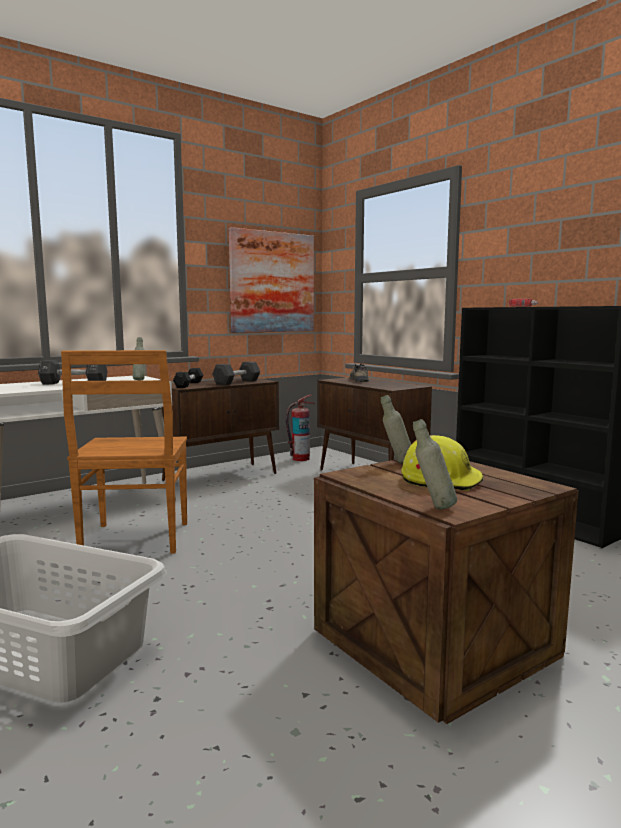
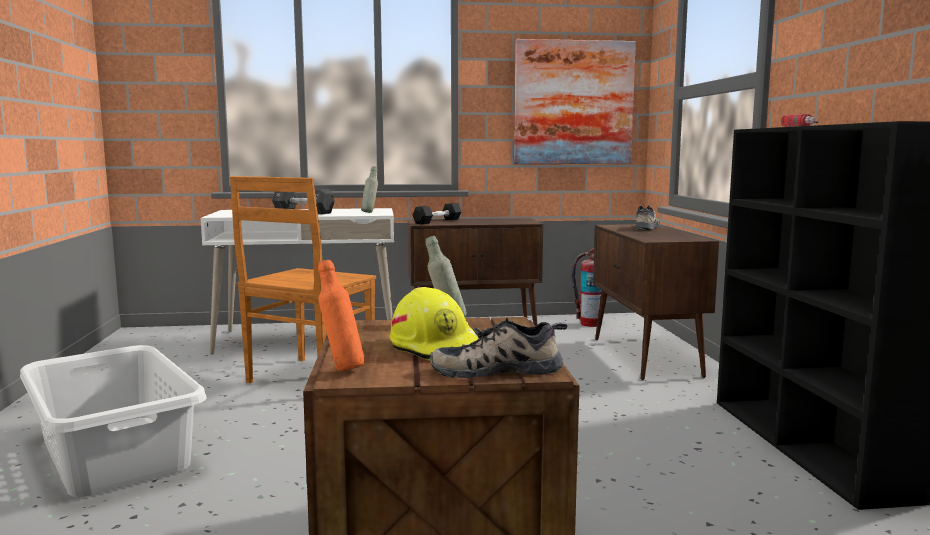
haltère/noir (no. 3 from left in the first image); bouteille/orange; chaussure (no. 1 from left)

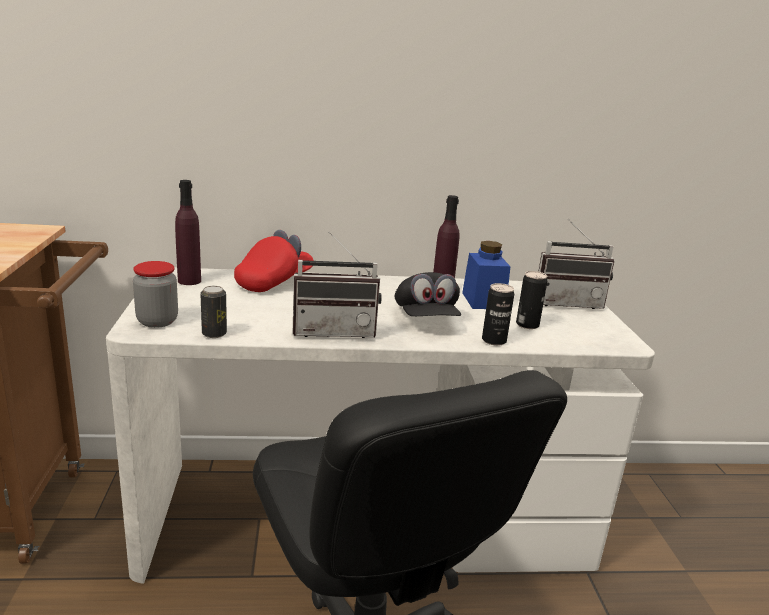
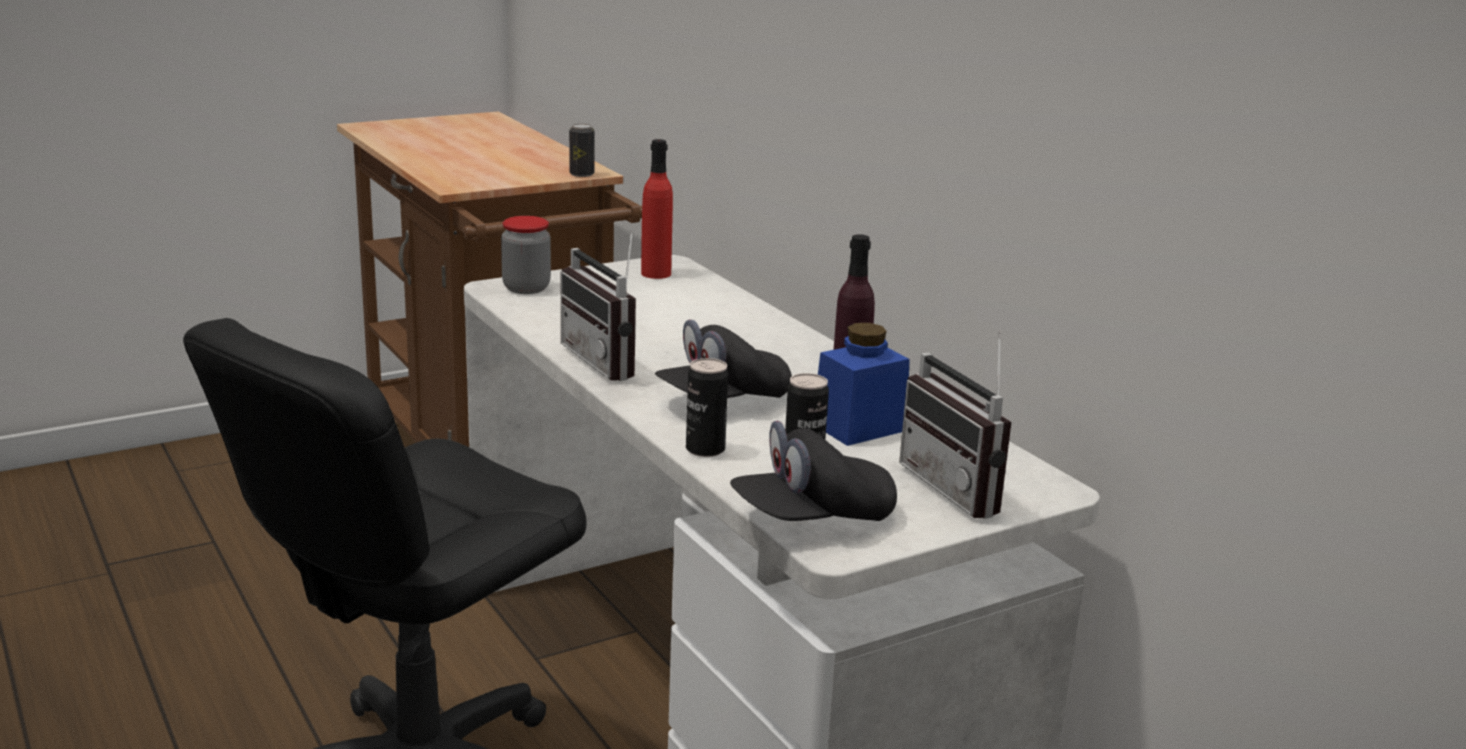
bouteille/rouge; boîte métallique (no. 1 from left); casquette/rouge; casquette/noir (no. 2 from left)

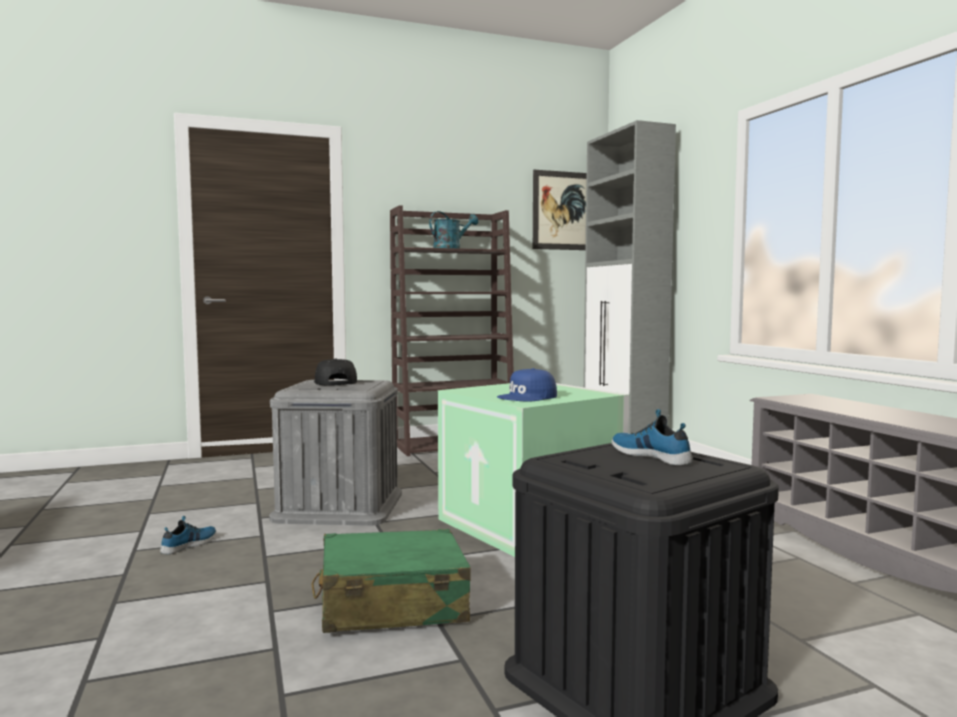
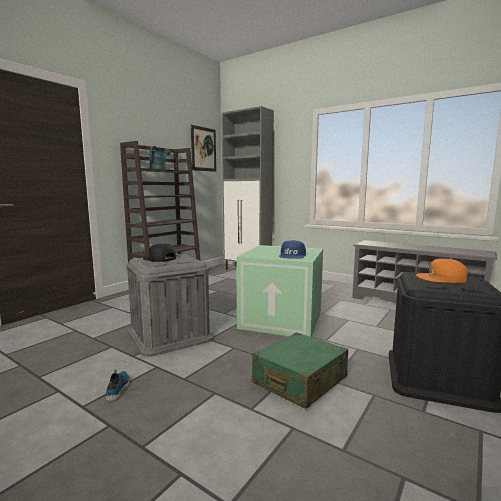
casquette/orange

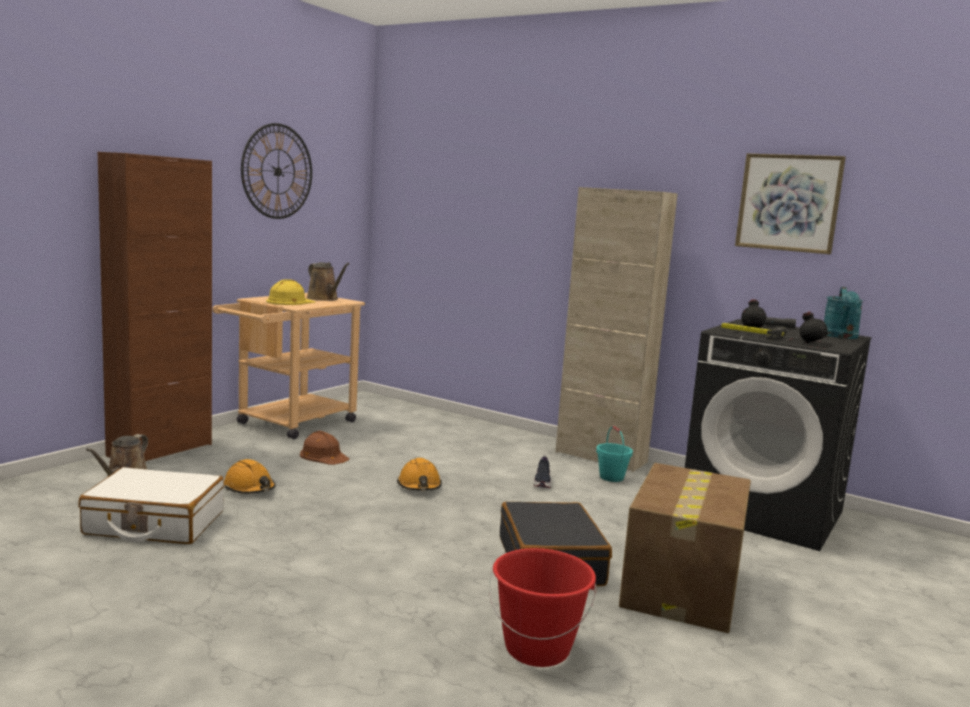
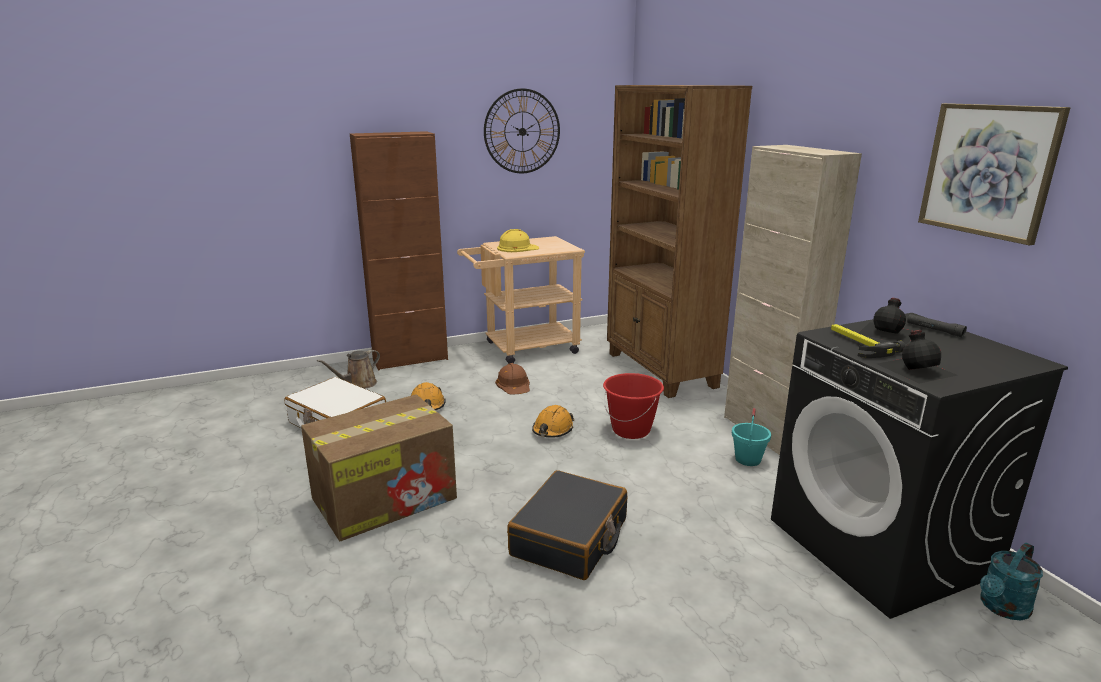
arrosoir/marron (no. 2 from left in the first image); seau/rouge; chaussure; carton; arrosoir/turquoise; bibliothèque/marron

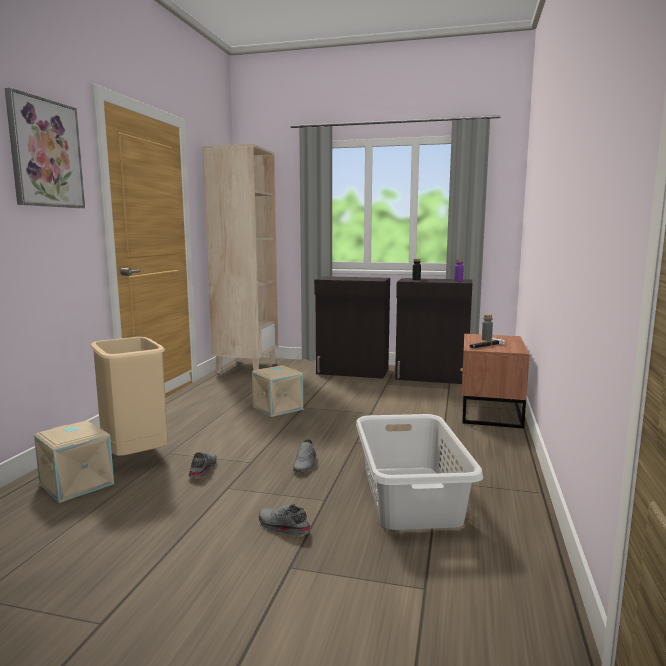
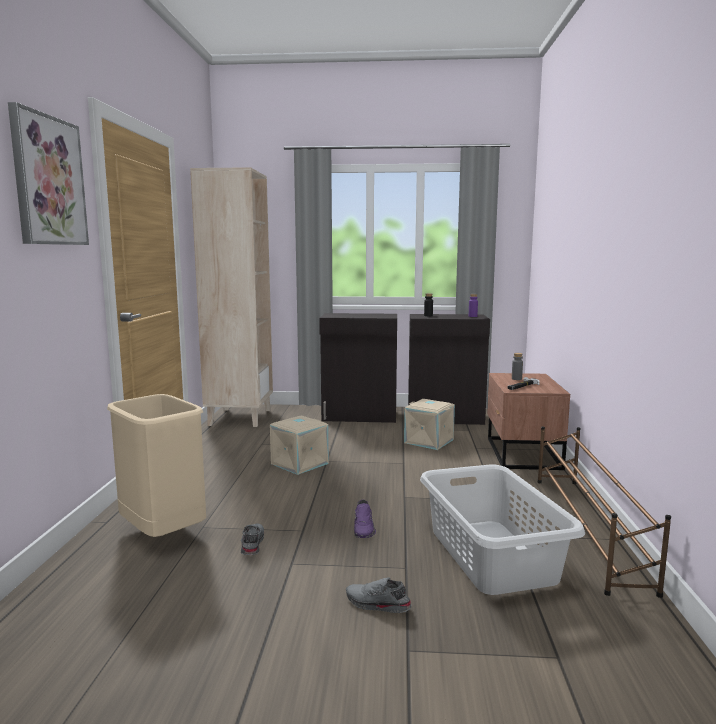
boîte de rangement/beige (no. 2 from left); chaussure/violet; étagère à chaussures/marron

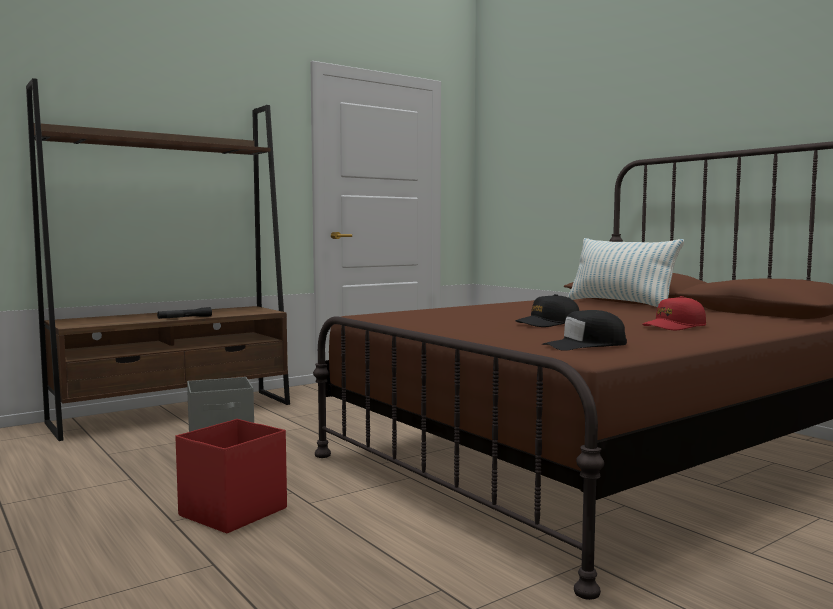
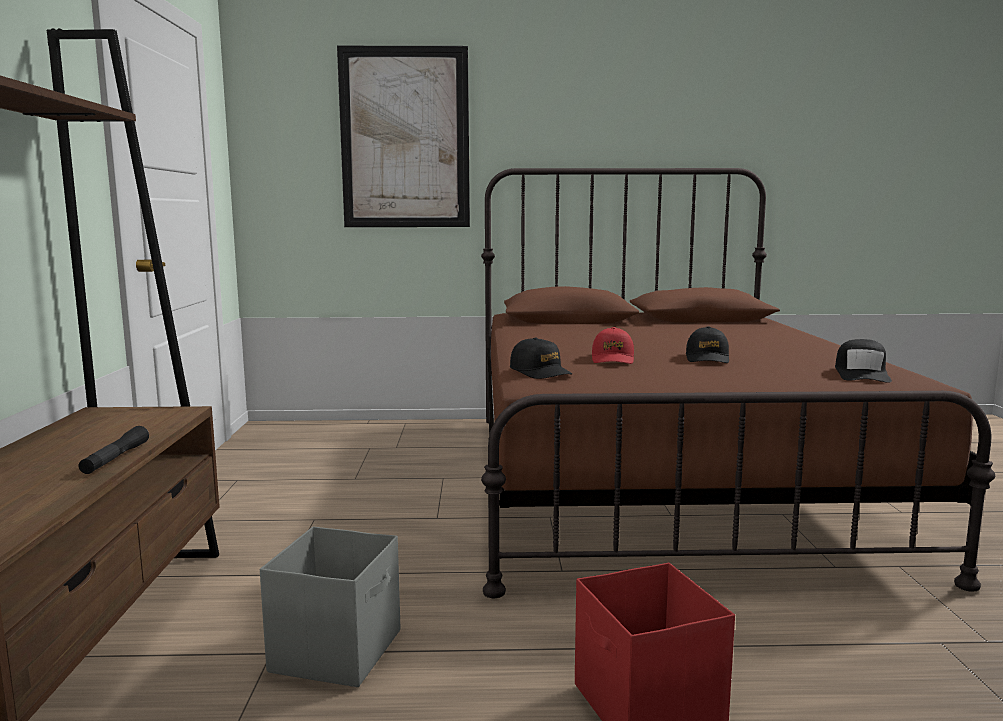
coussin; casquette/rouge; tableau; casquette/noir (no. 1 from left)

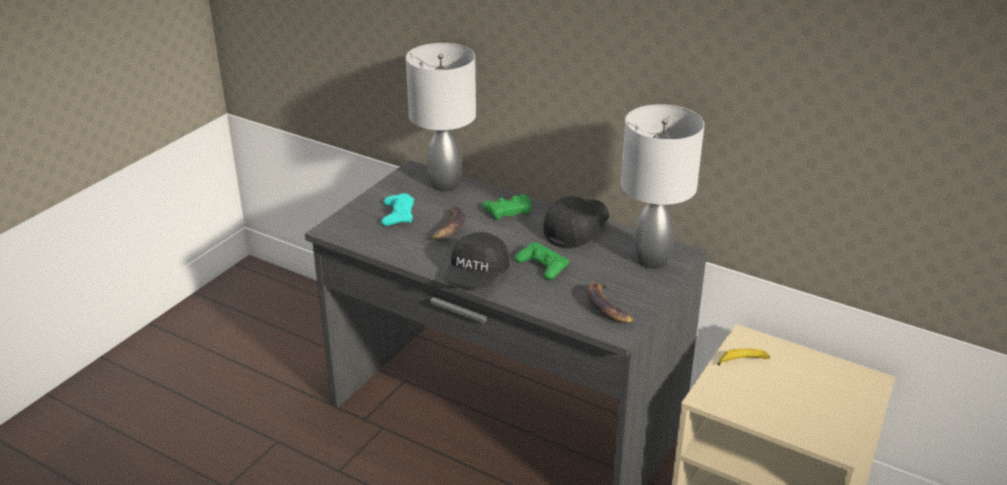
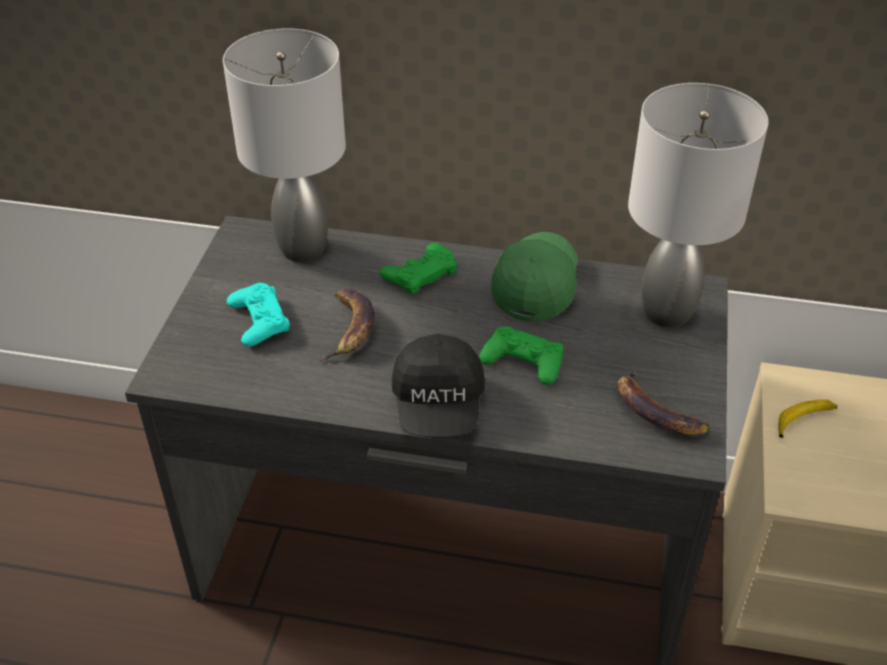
casquette/vert

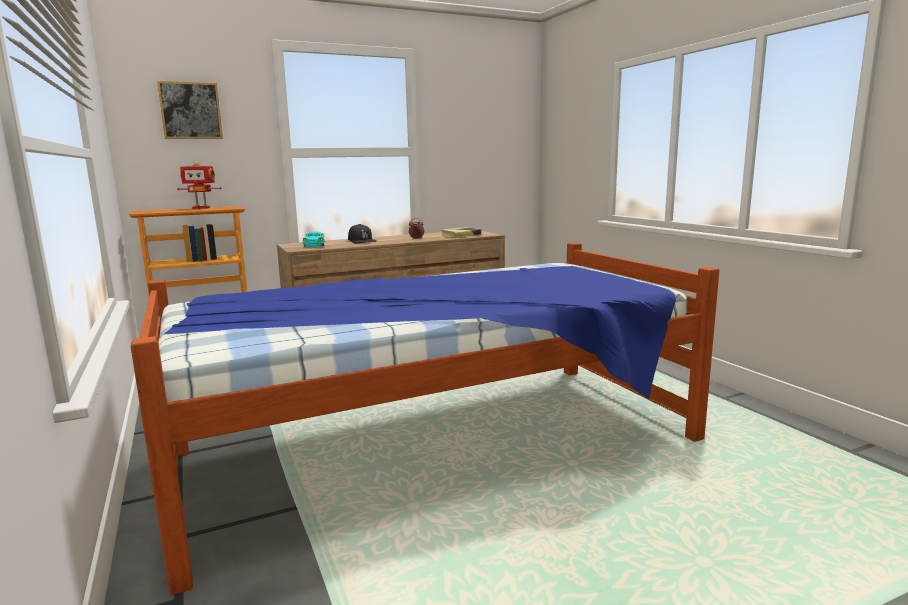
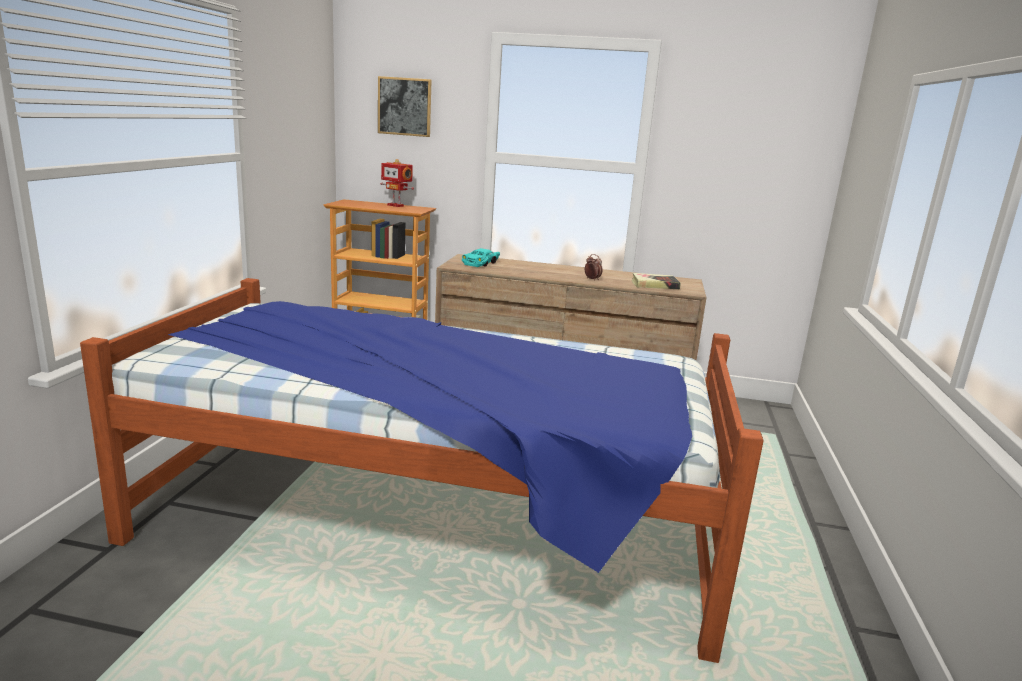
casquette/noir

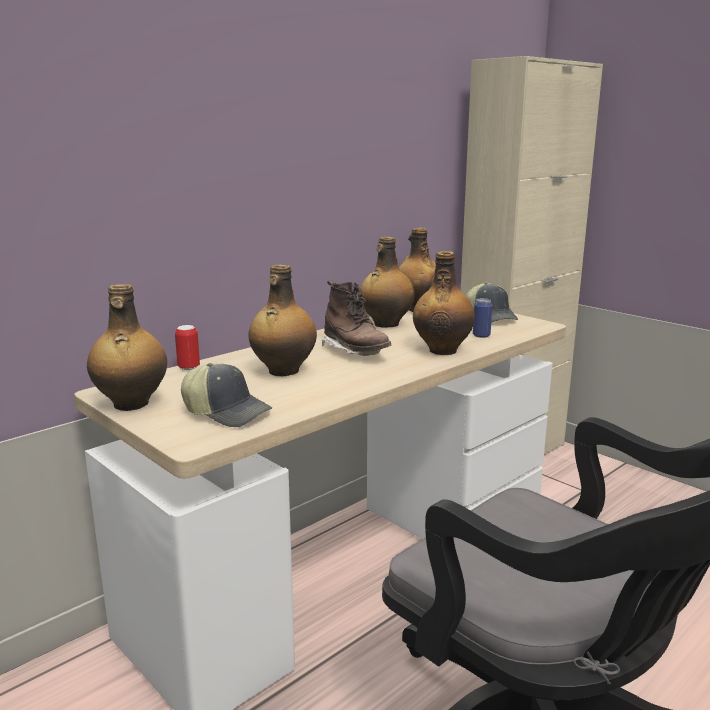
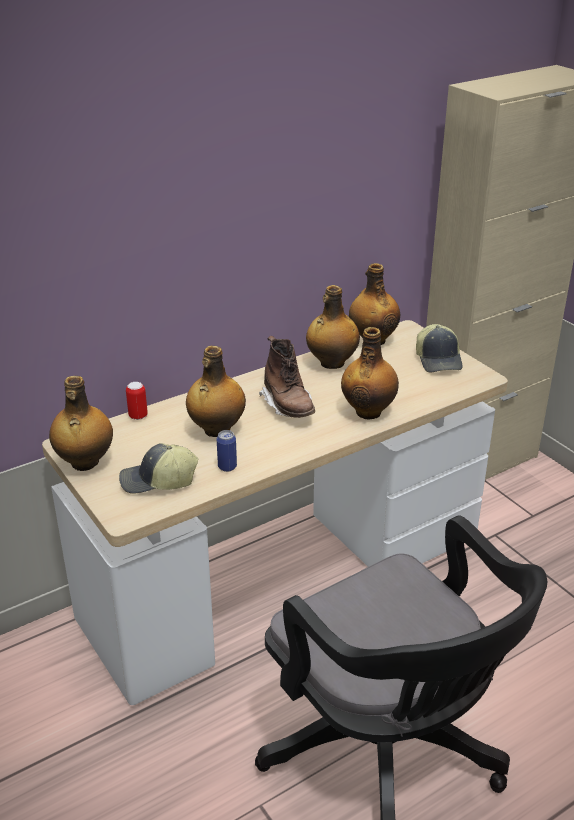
casquette (no. 1 from left); boîte métallique (no. 2 from left)

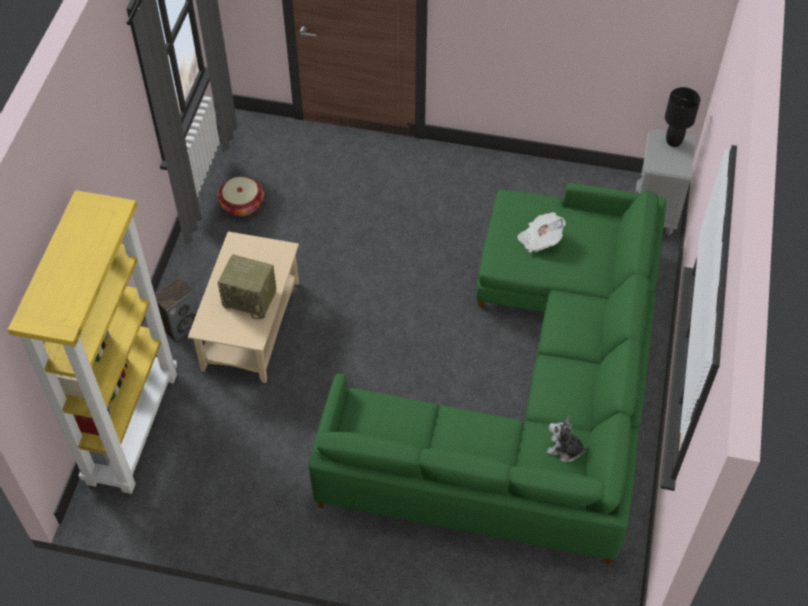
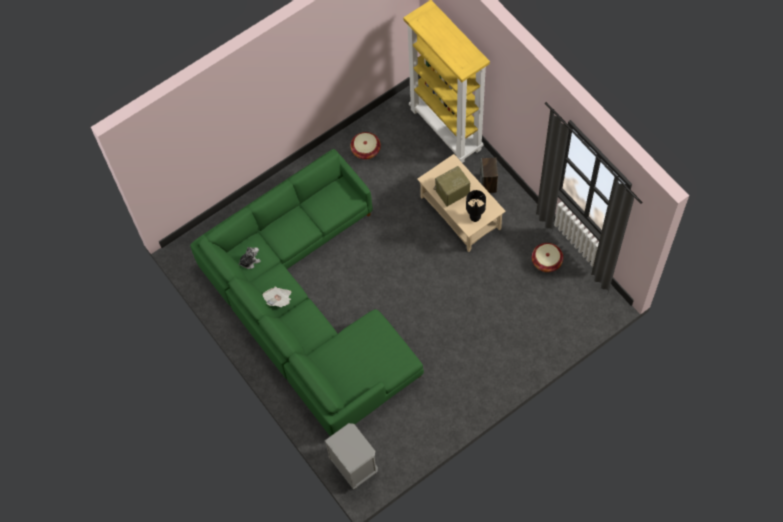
journal; lampe de table/noir; panier (no. 1 from left)

